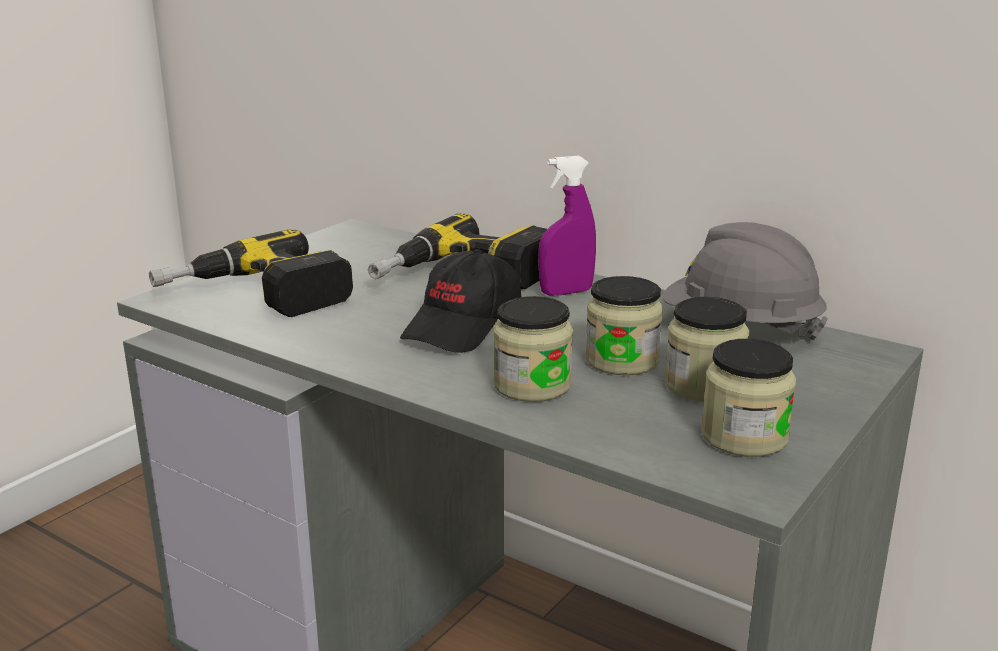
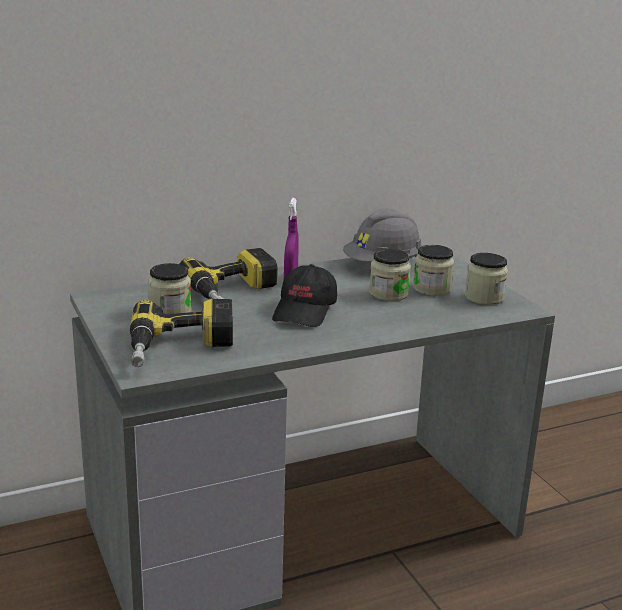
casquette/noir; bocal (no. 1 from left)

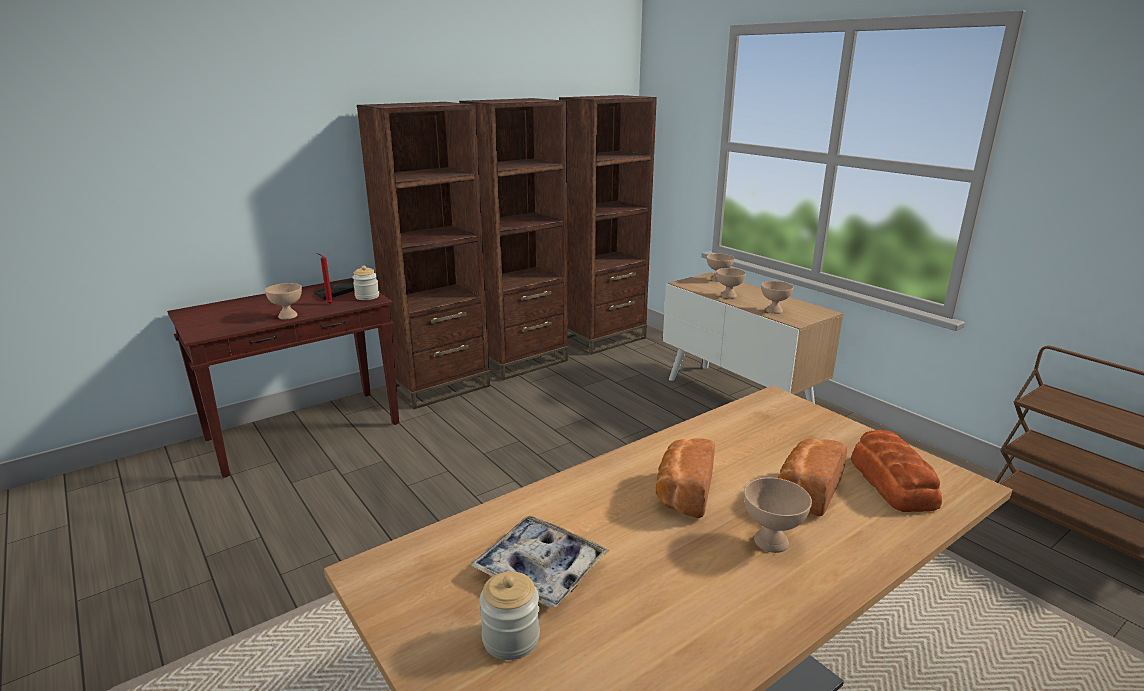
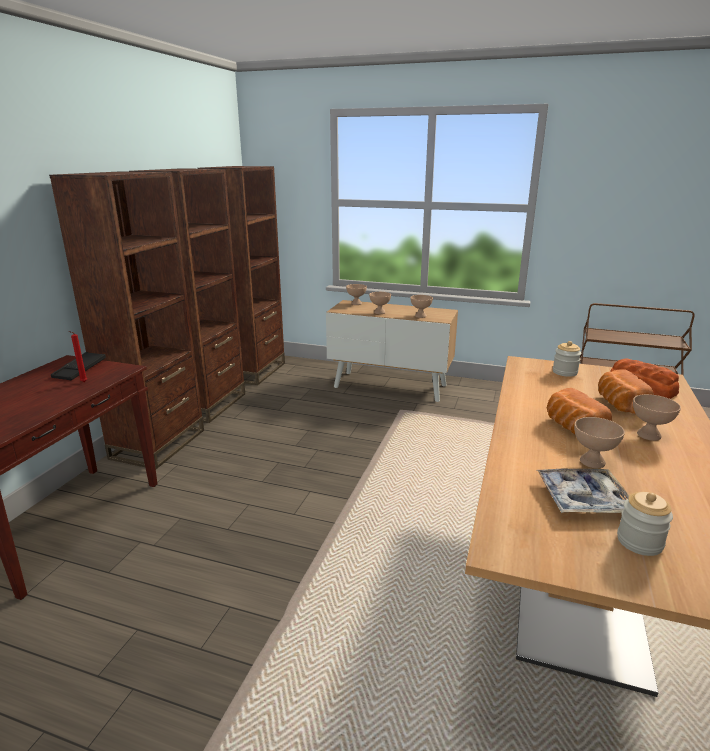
bol/beige (no. 4 from left); bocal (no. 1 from left)

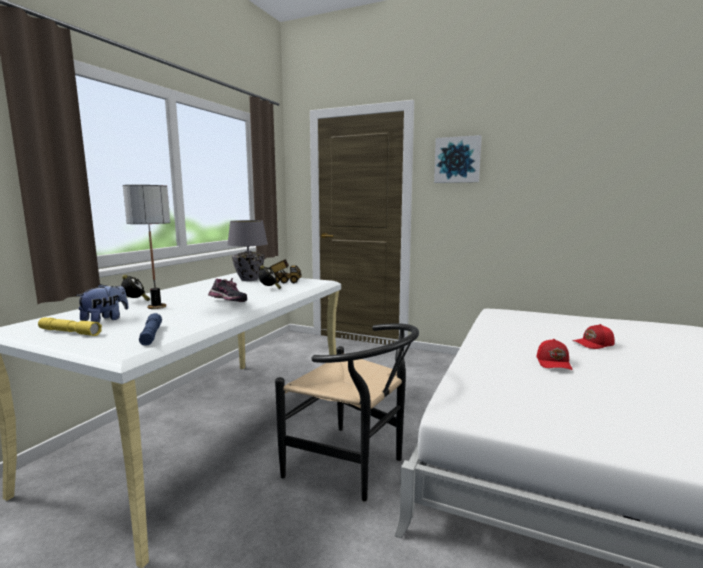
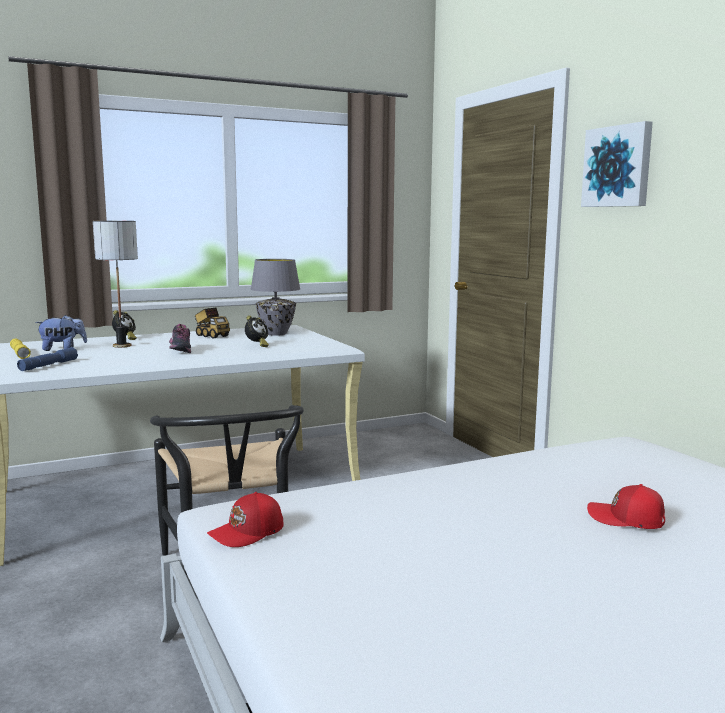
camion jouet; casquette/rouge (no. 1 from left)

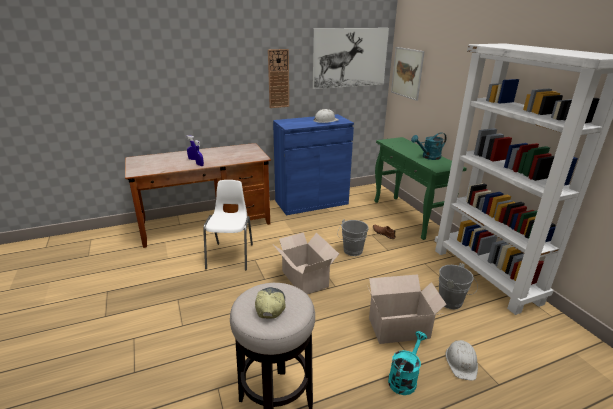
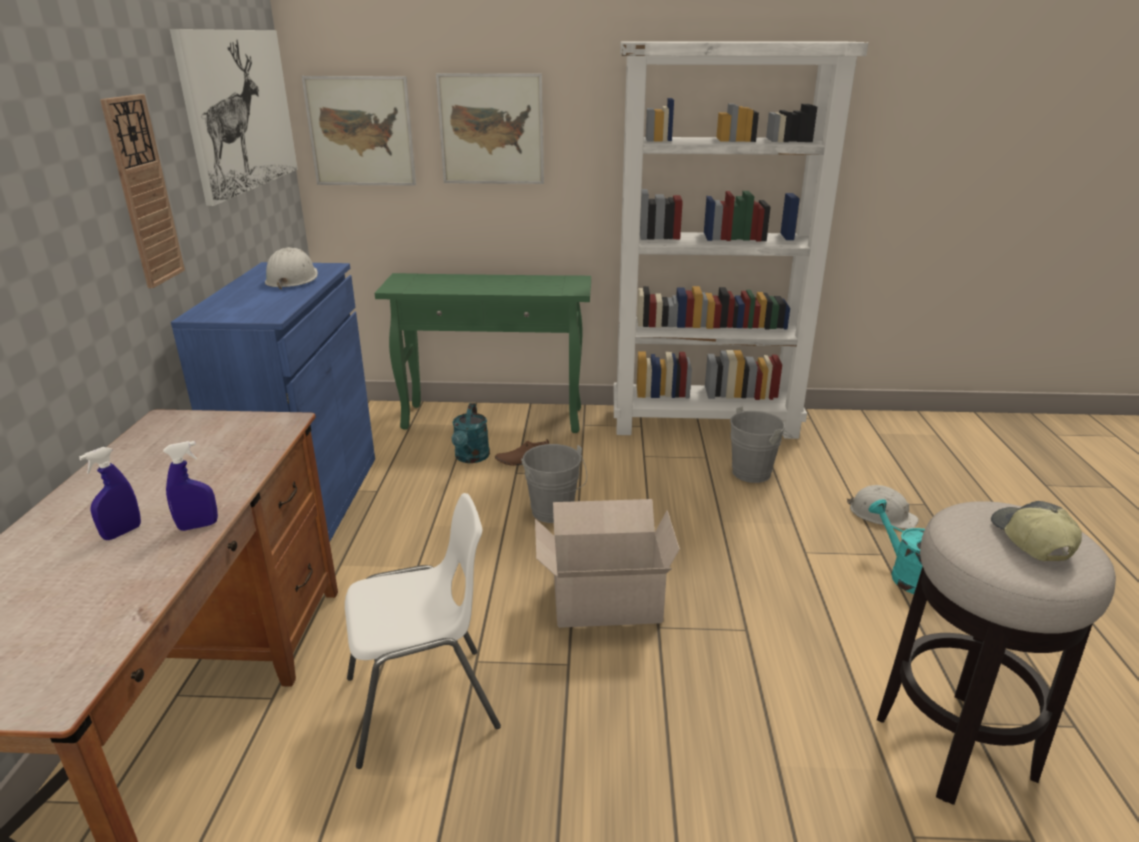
chaise/blanc; casquette; carton (no. 2 from left in the first image); arrosoir/turquoise (no. 1 from left); tableau (no. 3 from left)

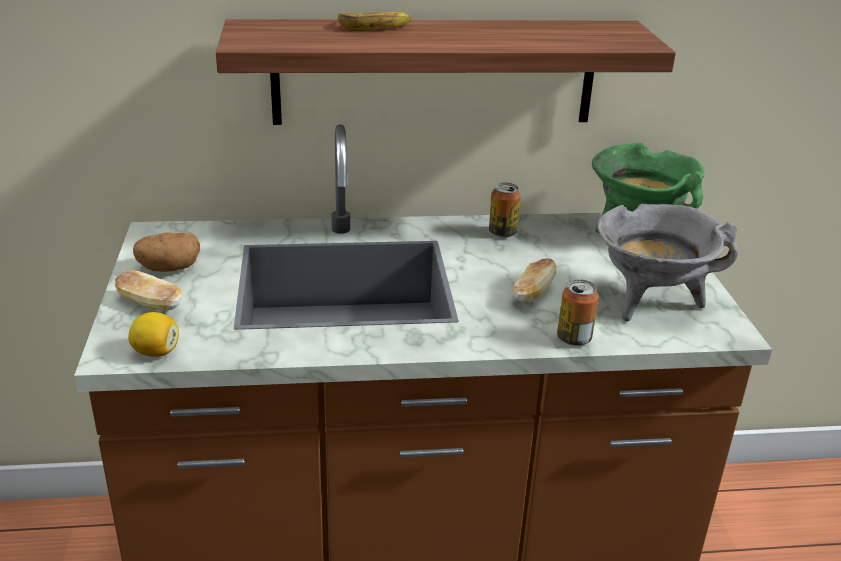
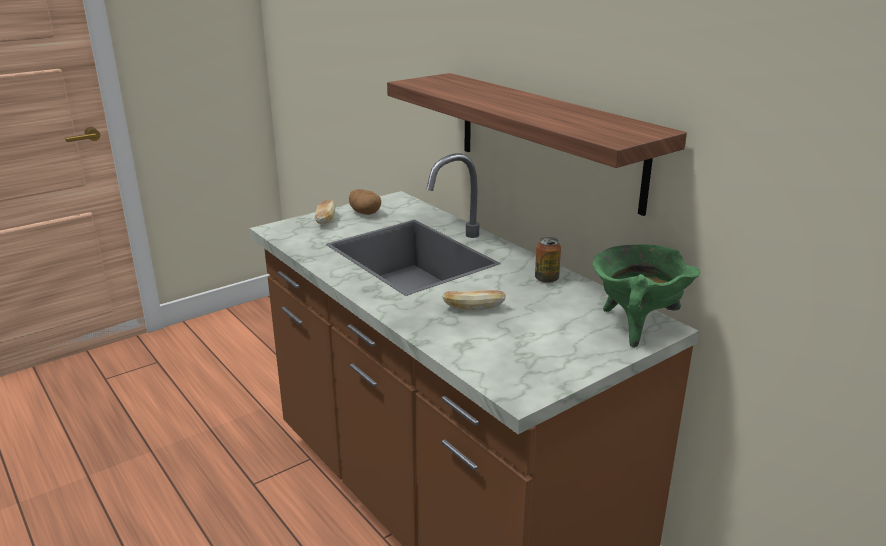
citron; banane; boîte métallique (no. 2 from left in the first image); marmite/gris

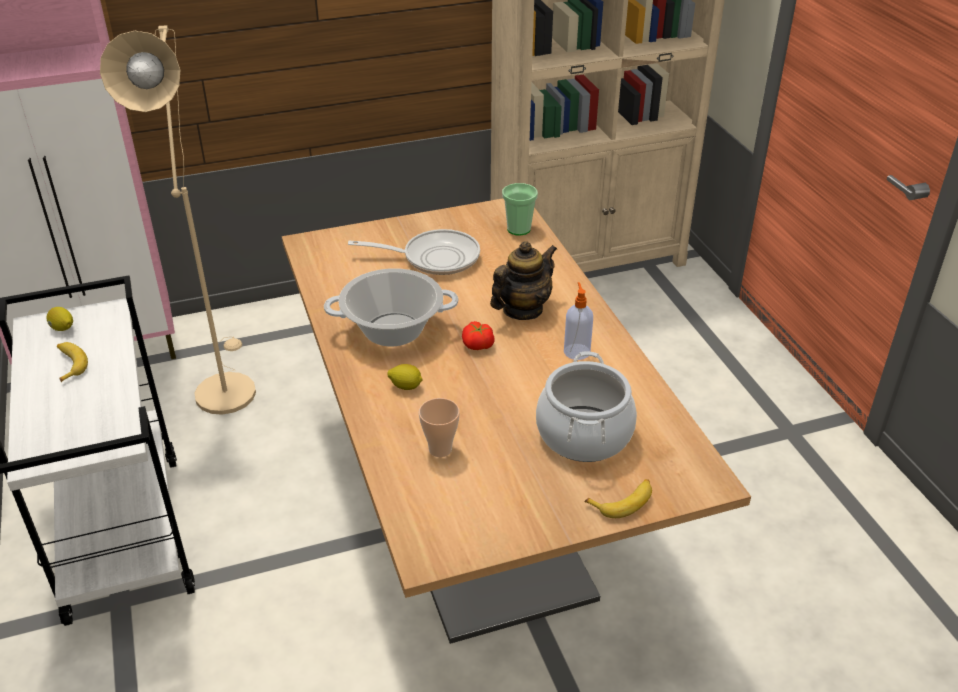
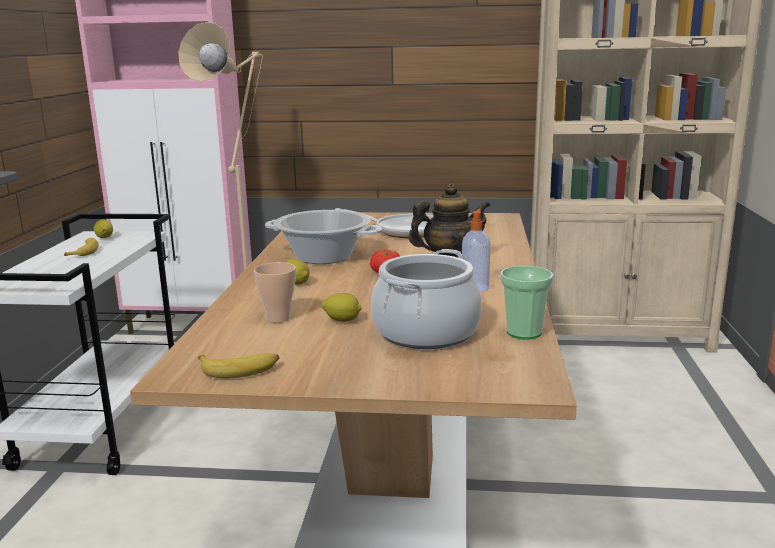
tasse (no. 2 from left); banane (no. 2 from left); citron (no. 3 from left)

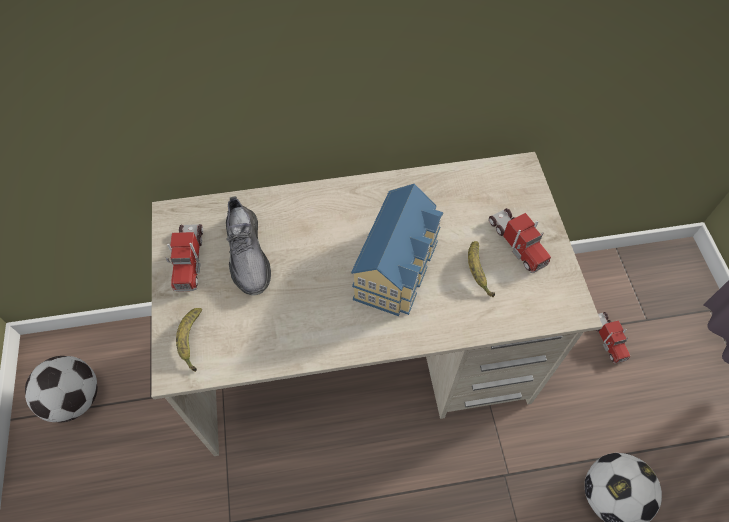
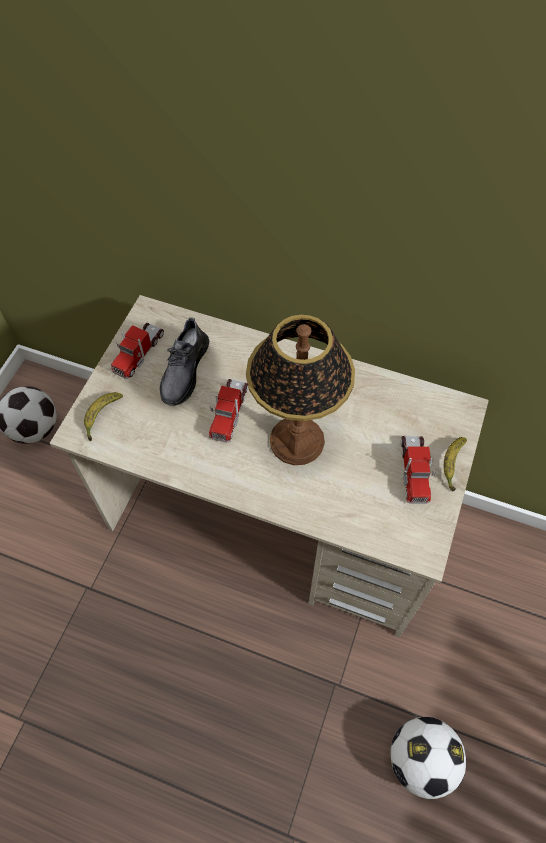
lampe de table; banane (no. 2 from left); camion jouet (no. 2 from left)

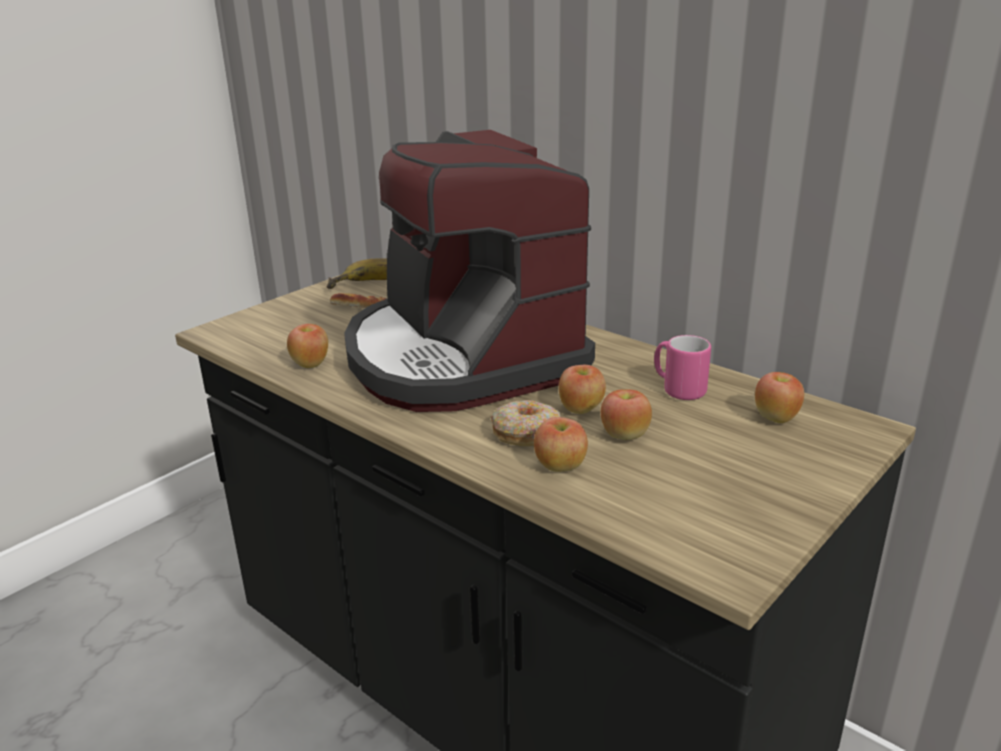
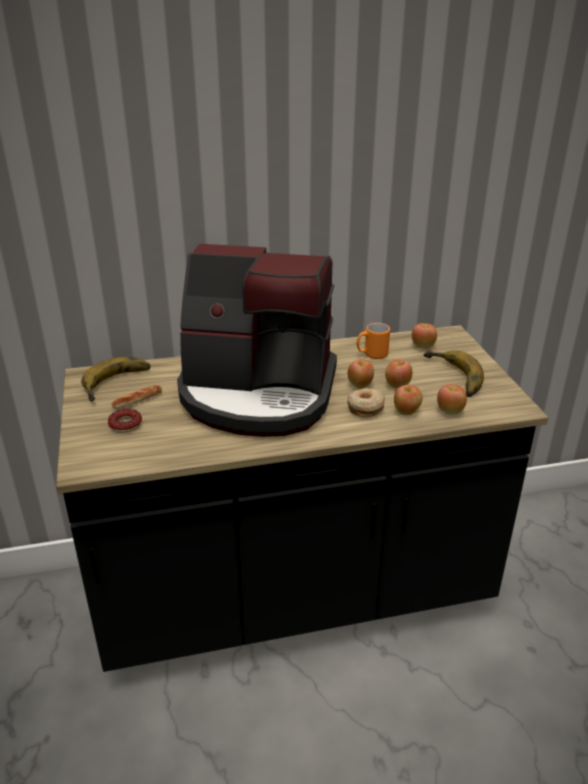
pomme (no. 5 from left); mug/orange; beignet (no. 1 from left); banane (no. 2 from left)

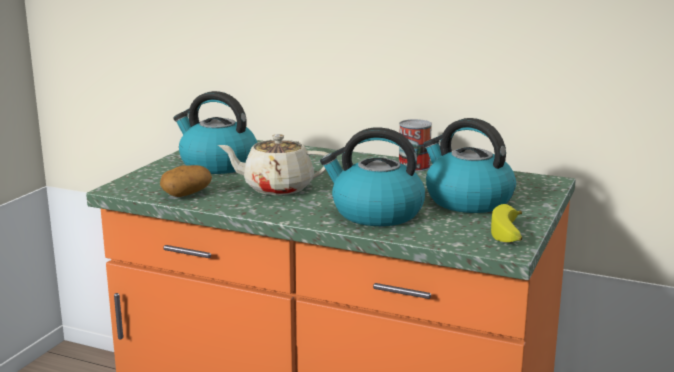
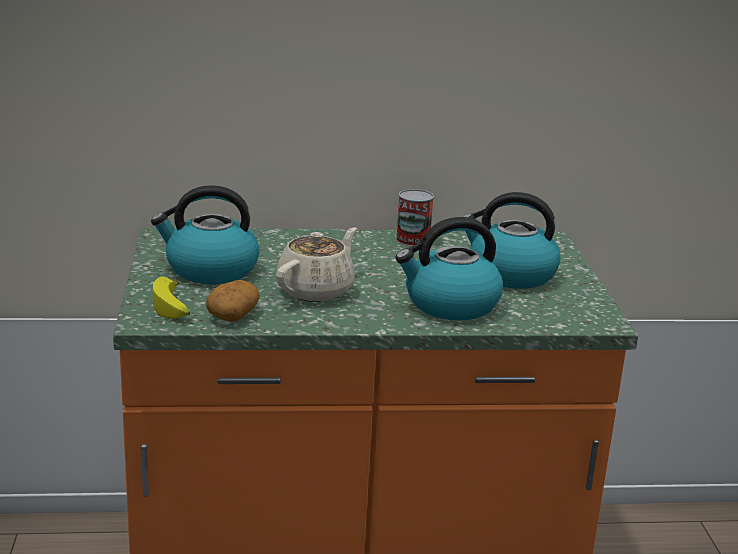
théière/beige; banane

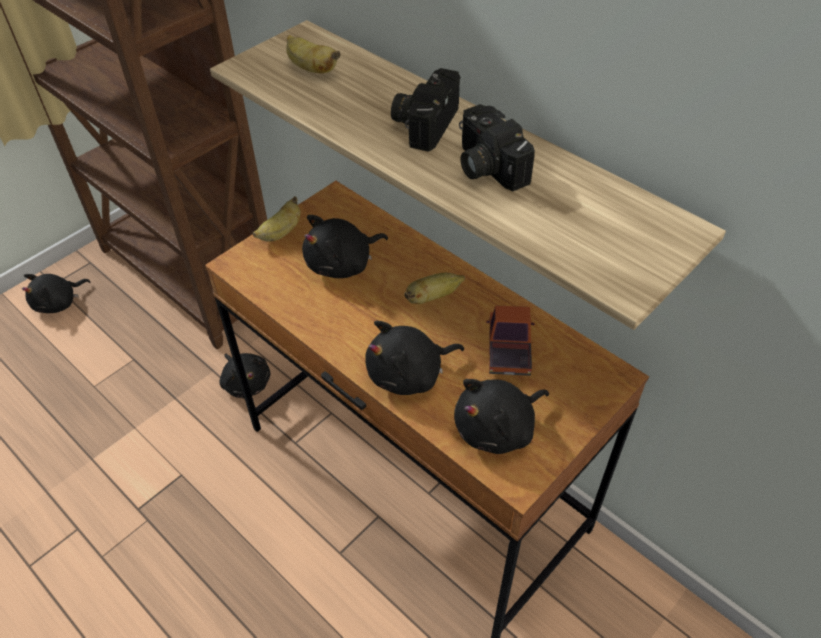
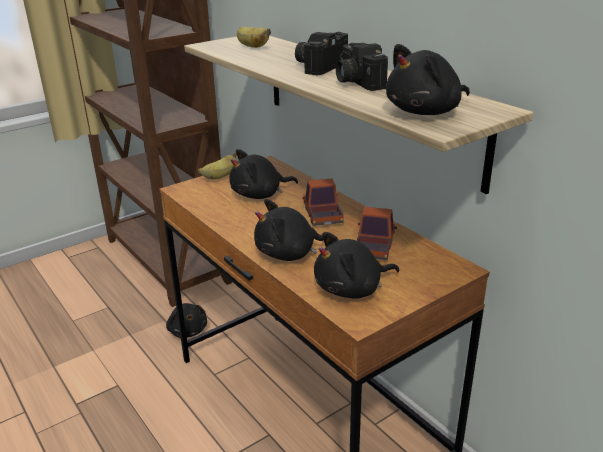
peluche/noir (no. 5 from left); camion jouet (no. 1 from left)

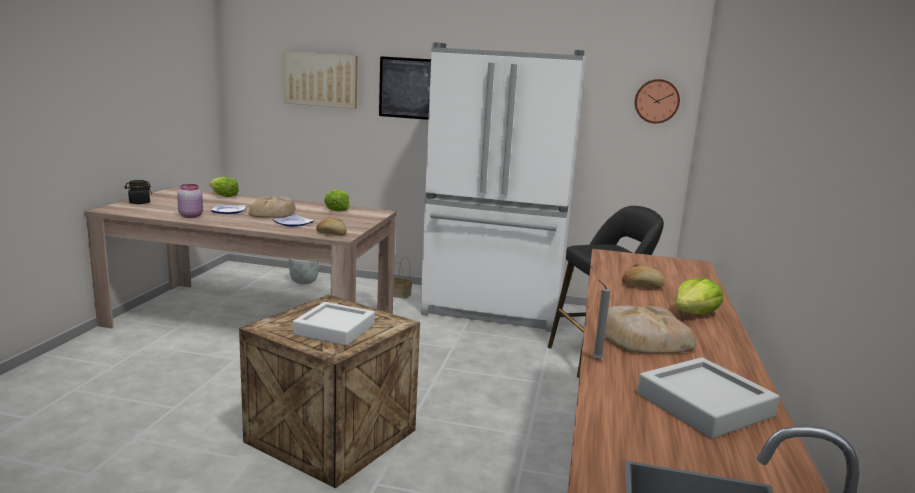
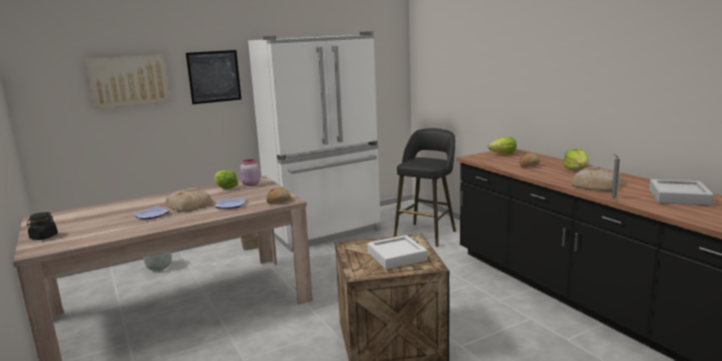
bocal/rose; laitue (no. 2 from left); horloge murale

